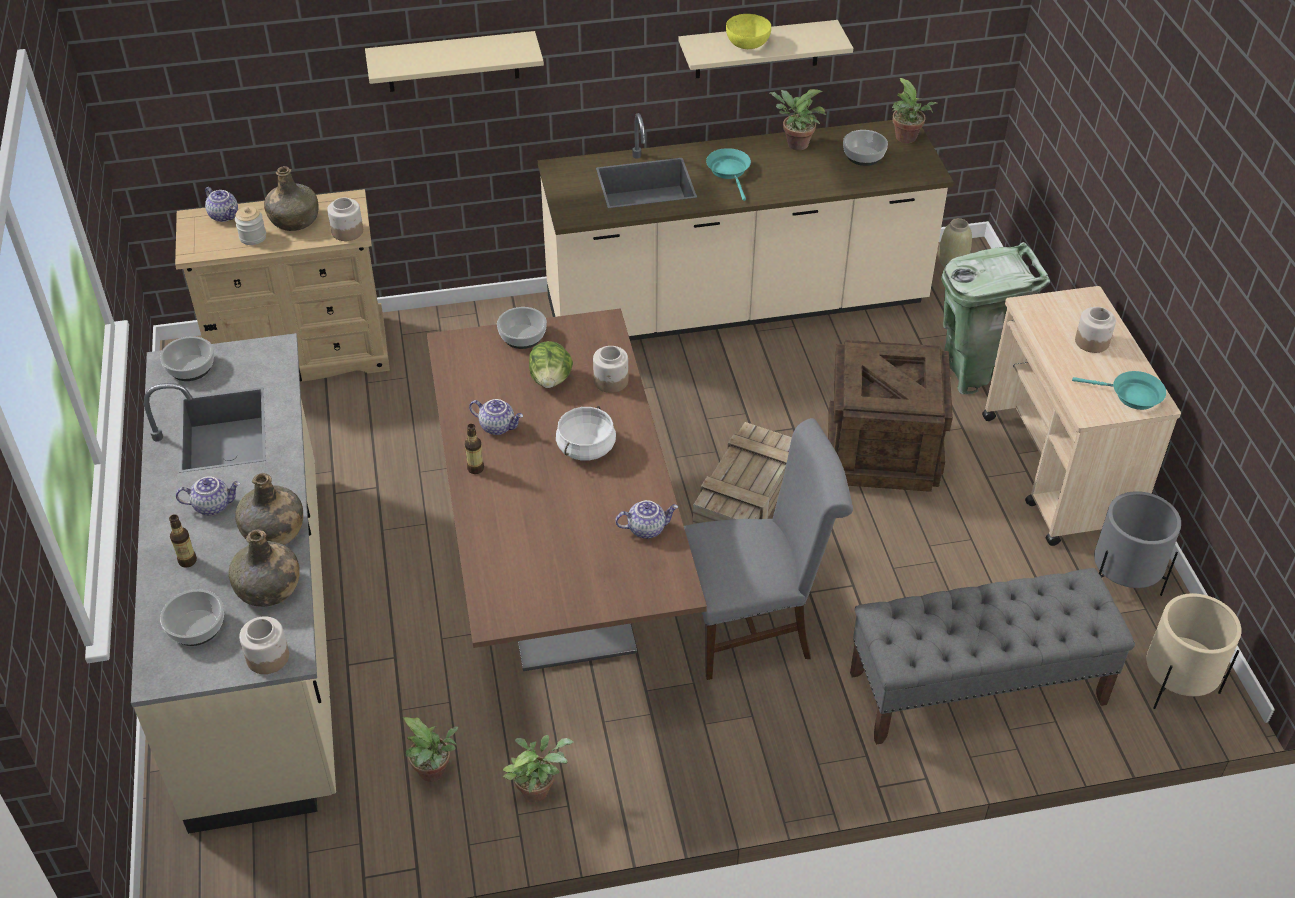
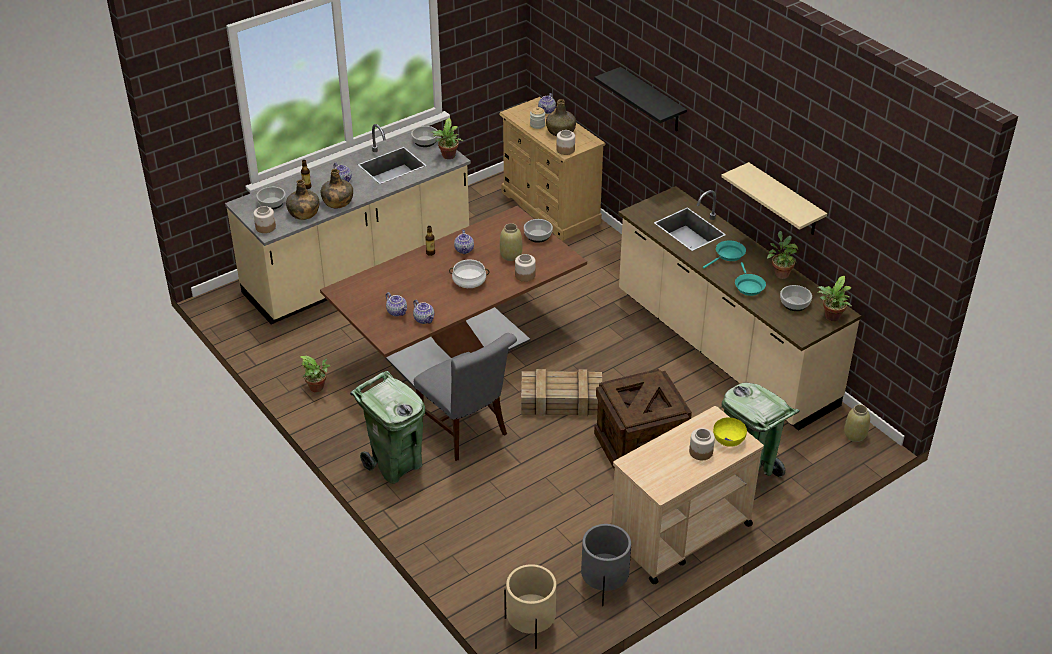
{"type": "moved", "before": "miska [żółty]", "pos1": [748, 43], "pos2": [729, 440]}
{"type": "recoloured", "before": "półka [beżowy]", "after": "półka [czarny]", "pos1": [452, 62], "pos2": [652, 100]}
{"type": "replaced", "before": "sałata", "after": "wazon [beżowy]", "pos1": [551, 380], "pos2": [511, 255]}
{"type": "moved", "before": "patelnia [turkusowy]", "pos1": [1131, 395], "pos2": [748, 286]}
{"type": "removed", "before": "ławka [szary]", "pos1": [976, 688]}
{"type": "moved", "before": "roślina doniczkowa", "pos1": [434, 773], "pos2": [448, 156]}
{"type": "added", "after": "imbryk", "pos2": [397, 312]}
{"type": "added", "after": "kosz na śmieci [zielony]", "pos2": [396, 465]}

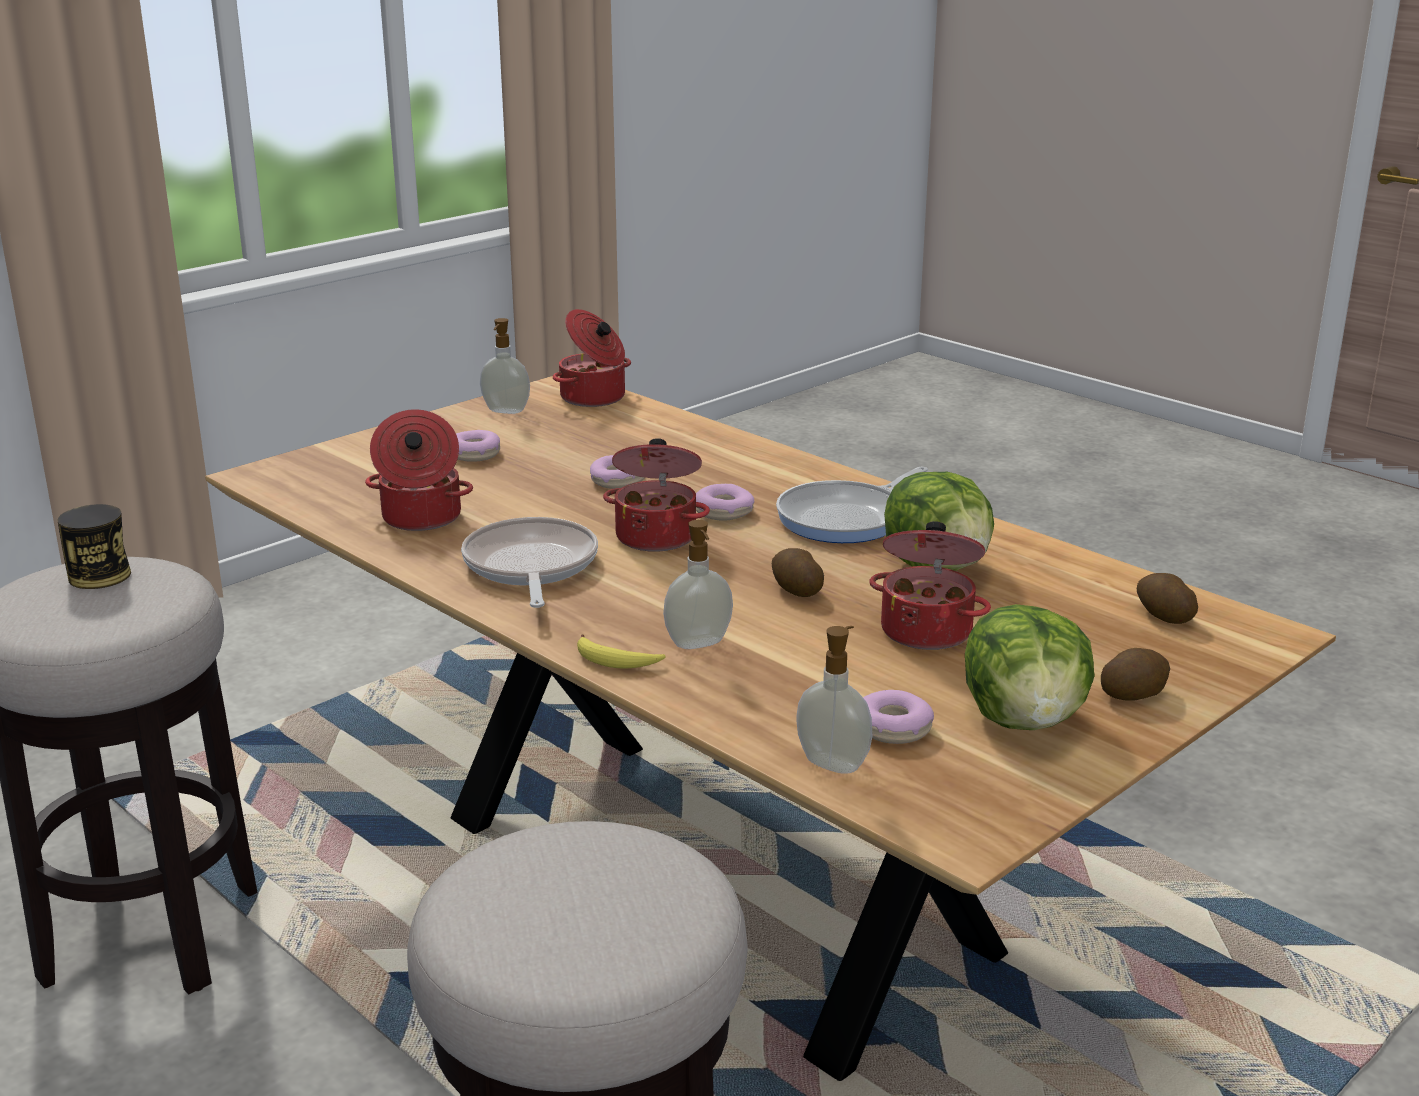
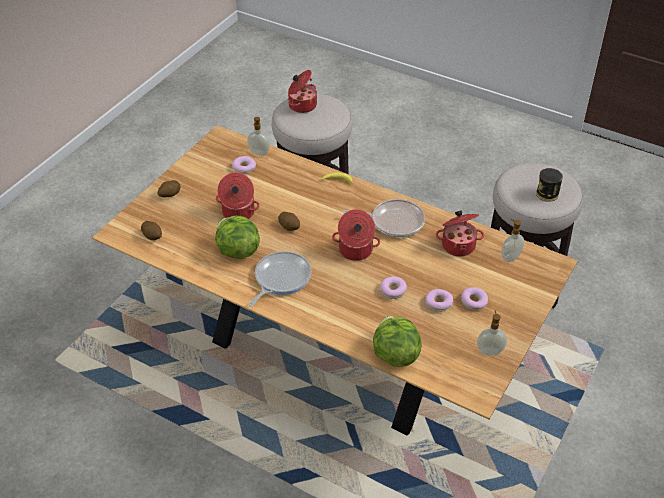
{"type": "moved", "before": "garnek", "pos1": [594, 398], "pos2": [302, 105]}
{"type": "moved", "before": "donut", "pos1": [724, 512], "pos2": [438, 303]}
{"type": "turned", "before": "patelnia", "pos1": [530, 567], "pos2": [393, 222], "turn": -60}
{"type": "moved", "before": "dozownik mydła", "pos1": [699, 644], "pos2": [510, 257]}
{"type": "moved", "before": "sałata", "pos1": [1025, 720], "pos2": [395, 355]}

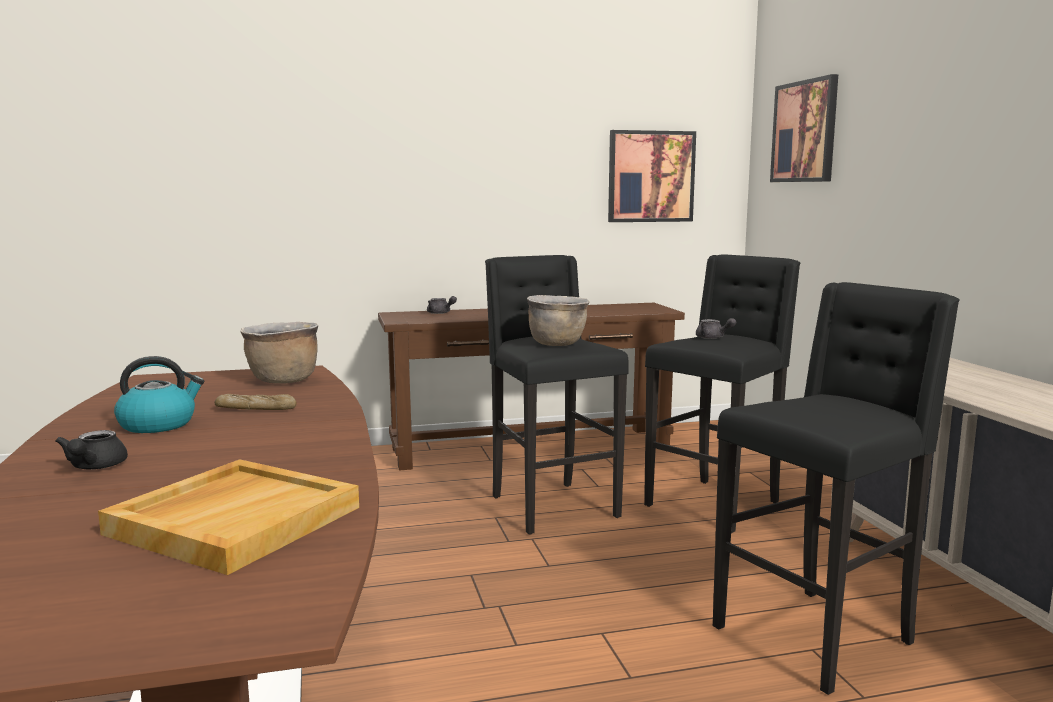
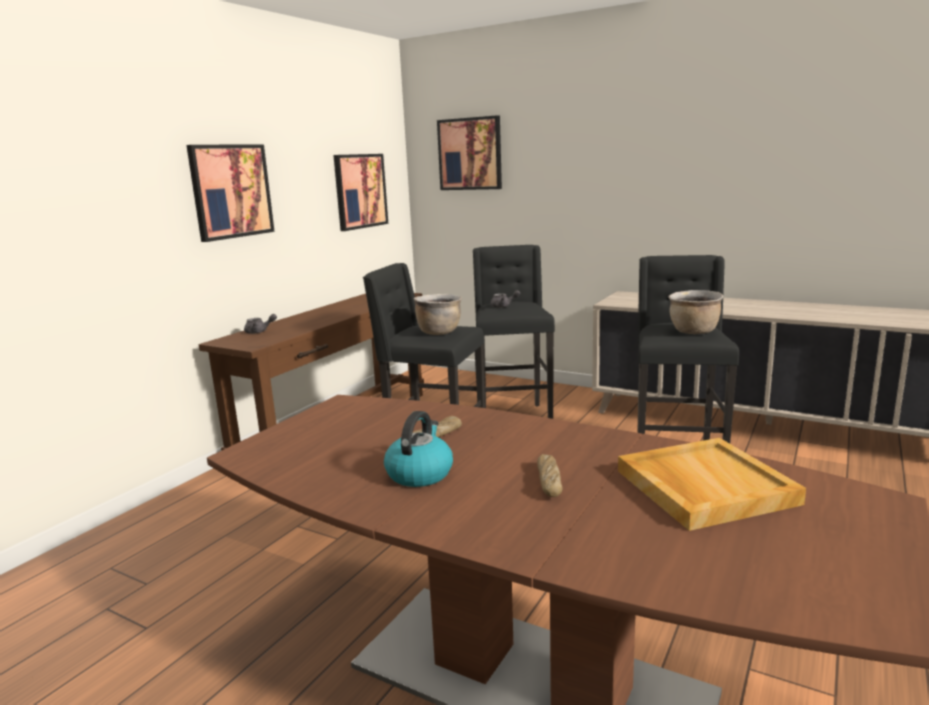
{"type": "moved", "before": "garnek [brązowy]", "pos1": [282, 380], "pos2": [693, 332]}
{"type": "removed", "before": "imbryk [czarny]", "pos1": [94, 467]}
{"type": "added", "after": "obraz", "pos2": [231, 191]}
{"type": "added", "after": "chleb", "pos2": [549, 481]}

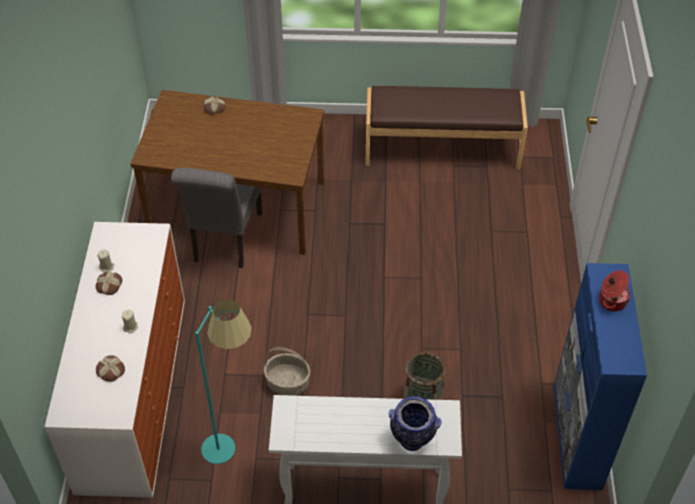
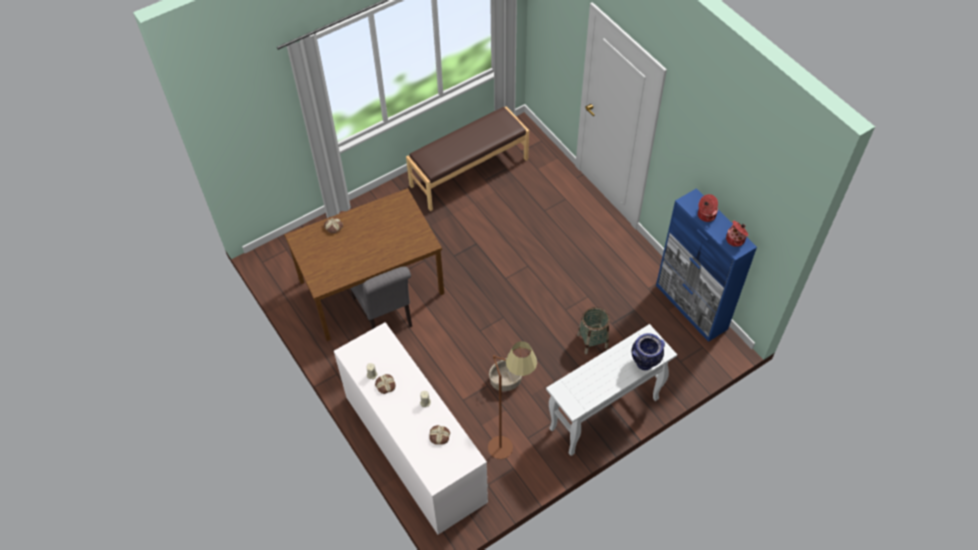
{"type": "recoloured", "before": "lampa stojąca [turkusowy]", "after": "lampa stojąca [brązowy]", "pos1": [234, 449], "pos2": [510, 441]}
{"type": "added", "after": "garnek", "pos2": [735, 239]}

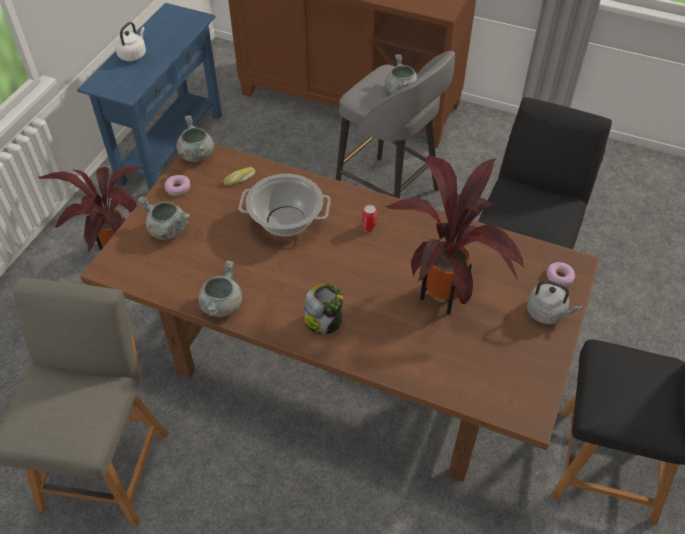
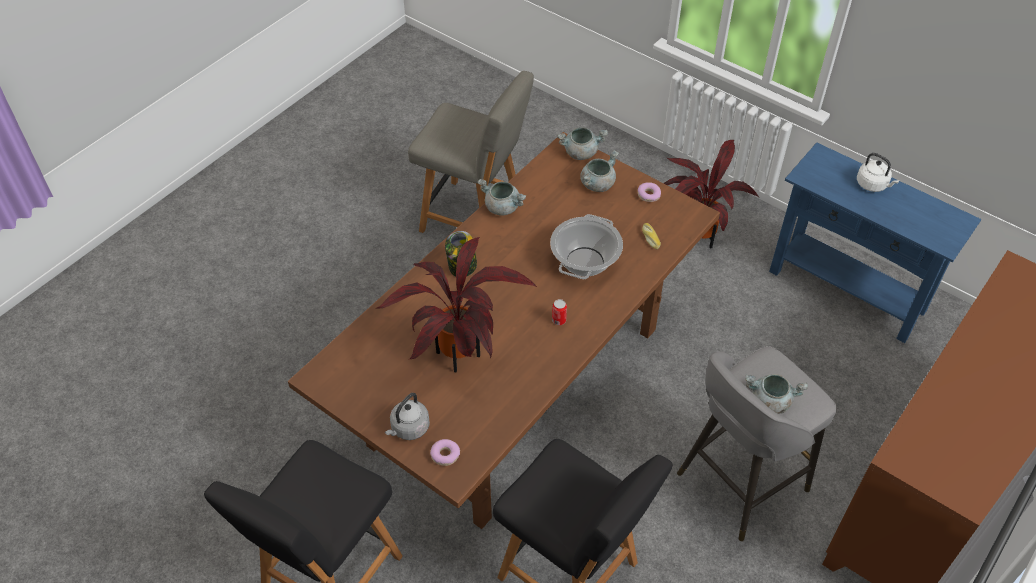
{"type": "moved", "before": "garnek [szary]", "pos1": [196, 154], "pos2": [581, 152]}

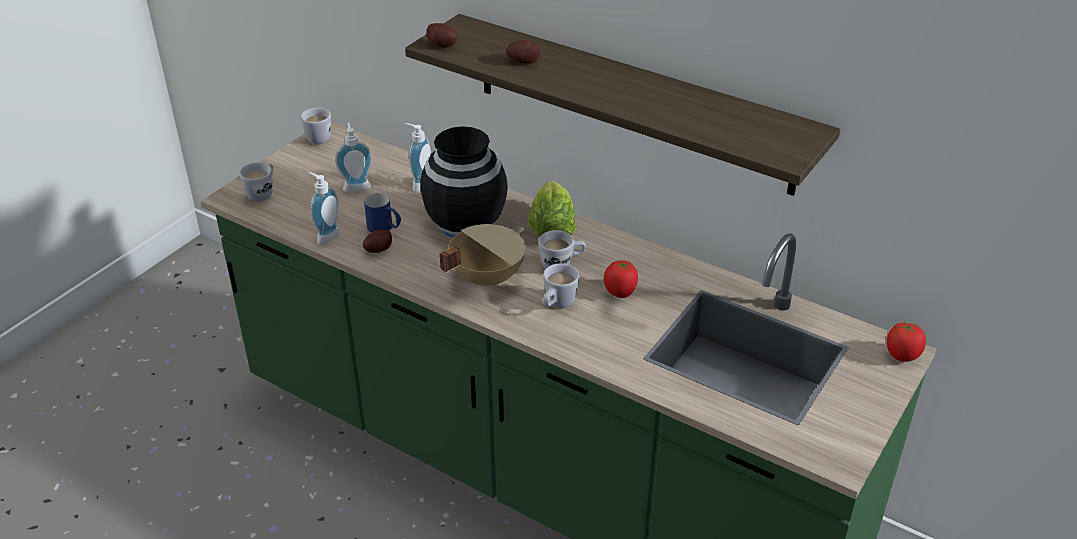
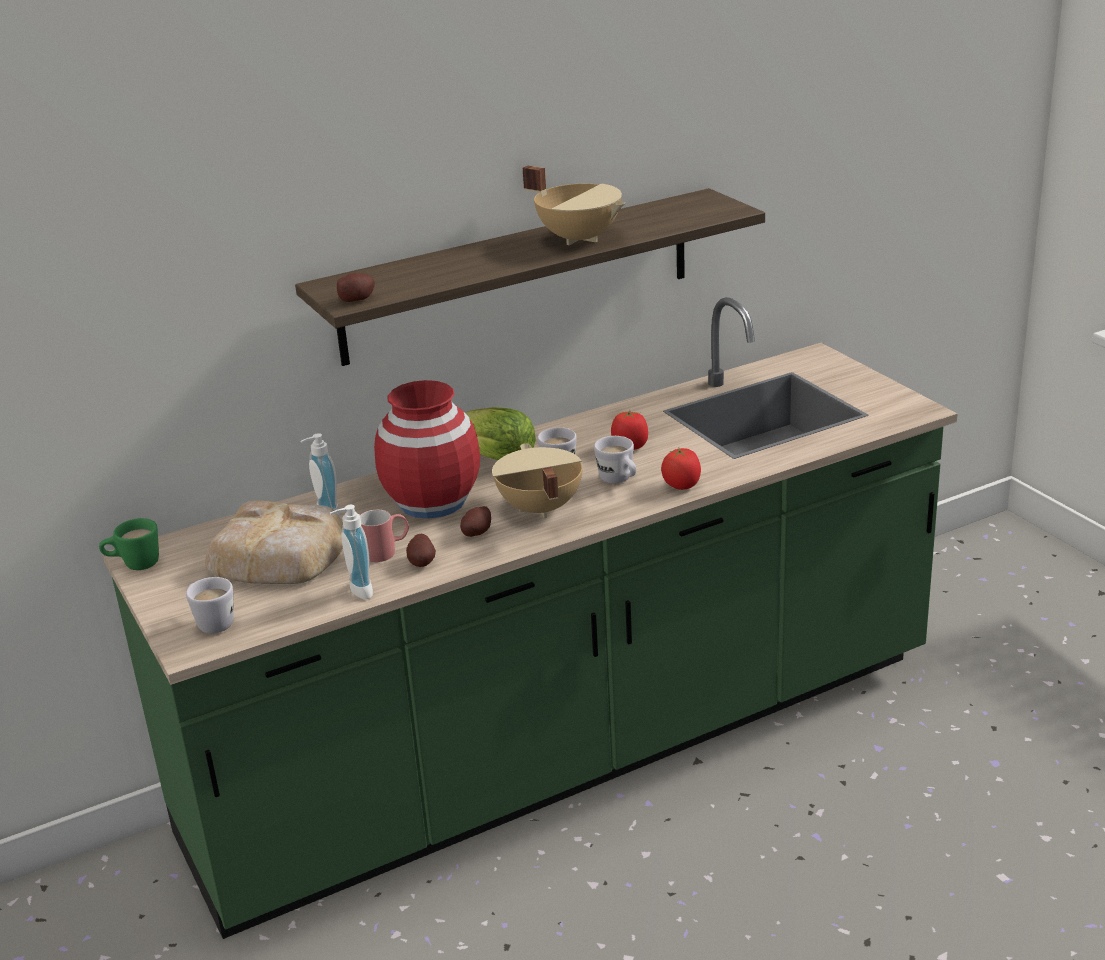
{"type": "moved", "before": "ziemniak", "pos1": [523, 61], "pos2": [476, 533]}
{"type": "recoloured", "before": "kubek [biały]", "after": "kubek [zielony]", "pos1": [316, 137], "pos2": [134, 564]}
{"type": "replaced", "before": "dozownik mydła", "after": "chleb", "pos1": [356, 186], "pos2": [279, 555]}
{"type": "recoloured", "before": "wazon [czarny]", "after": "wazon [czerwony]", "pos1": [465, 223], "pos2": [432, 502]}
{"type": "recoloured", "before": "kubek [niebieski]", "after": "kubek [czerwony]", "pos1": [385, 228], "pos2": [387, 551]}
{"type": "moved", "before": "pomidor", "pos1": [902, 355], "pos2": [682, 485]}
{"type": "added", "after": "garnek [beżowy]", "pos2": [580, 238]}

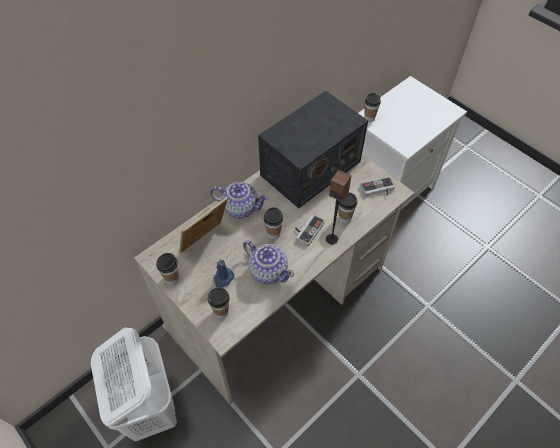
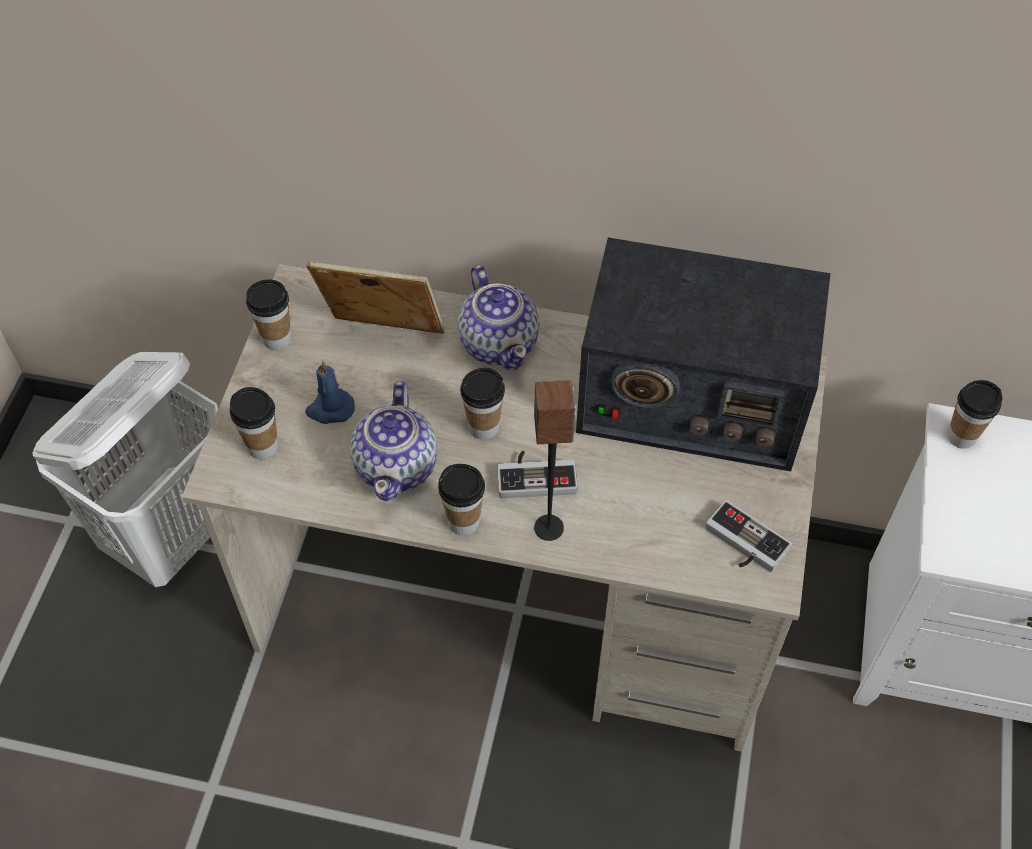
{"type": "moved", "before": "filiżanka", "pos1": [344, 218], "pos2": [463, 521]}

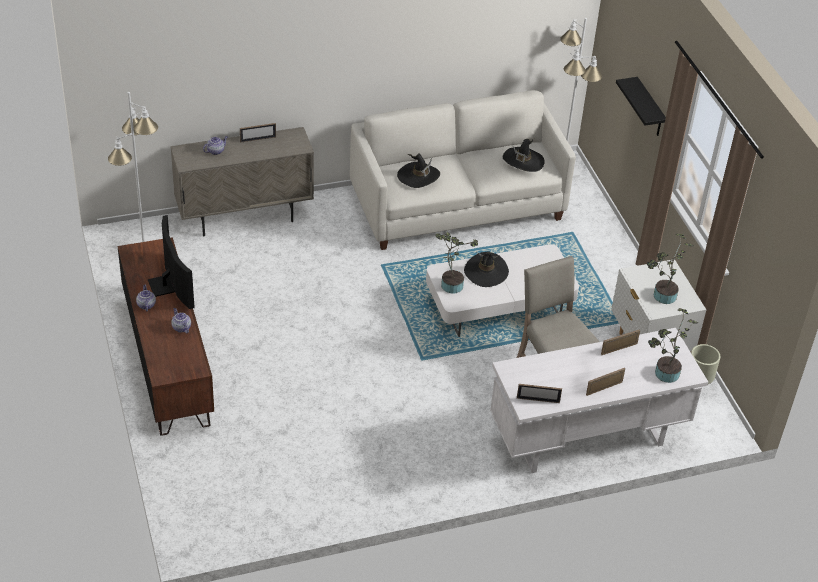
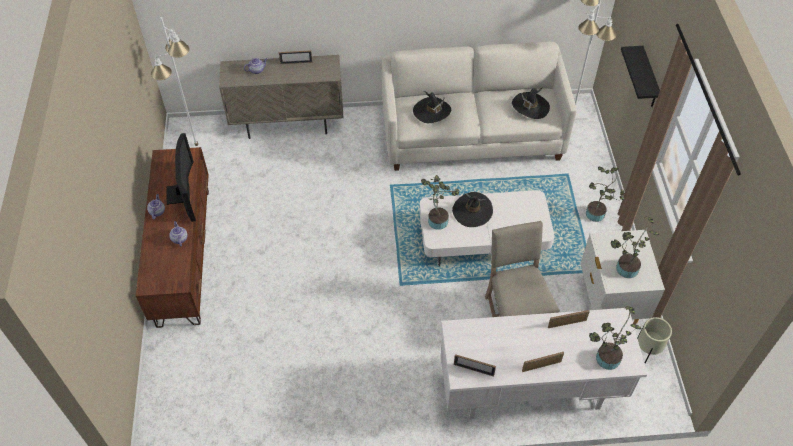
{"type": "added", "after": "roślina doniczkowa", "pos2": [597, 215]}

